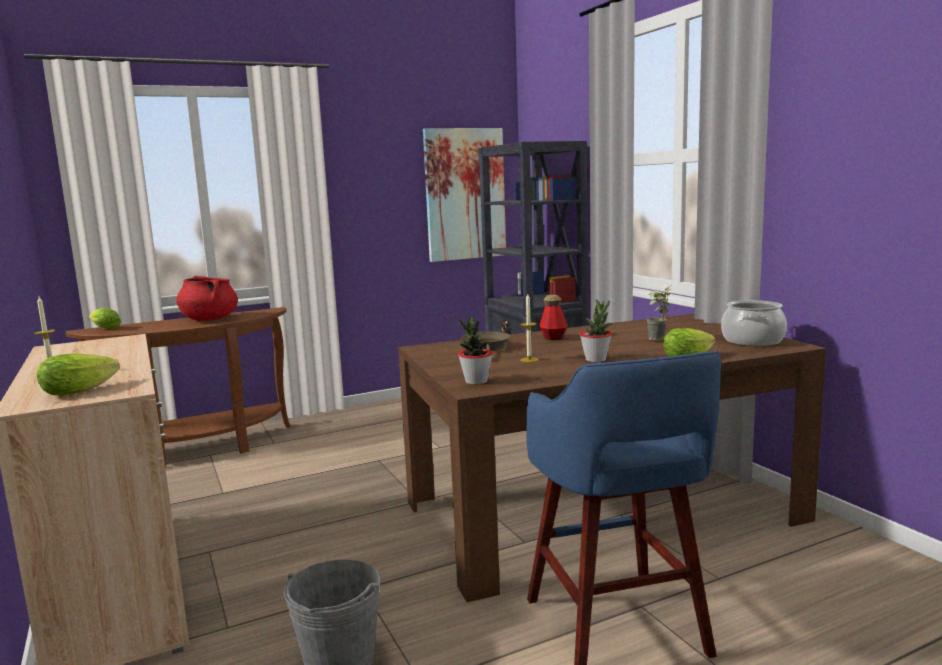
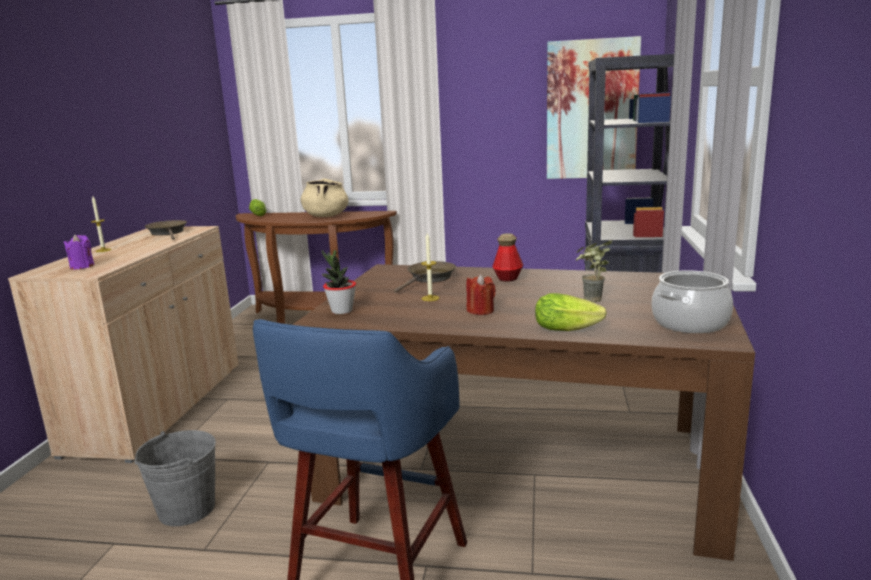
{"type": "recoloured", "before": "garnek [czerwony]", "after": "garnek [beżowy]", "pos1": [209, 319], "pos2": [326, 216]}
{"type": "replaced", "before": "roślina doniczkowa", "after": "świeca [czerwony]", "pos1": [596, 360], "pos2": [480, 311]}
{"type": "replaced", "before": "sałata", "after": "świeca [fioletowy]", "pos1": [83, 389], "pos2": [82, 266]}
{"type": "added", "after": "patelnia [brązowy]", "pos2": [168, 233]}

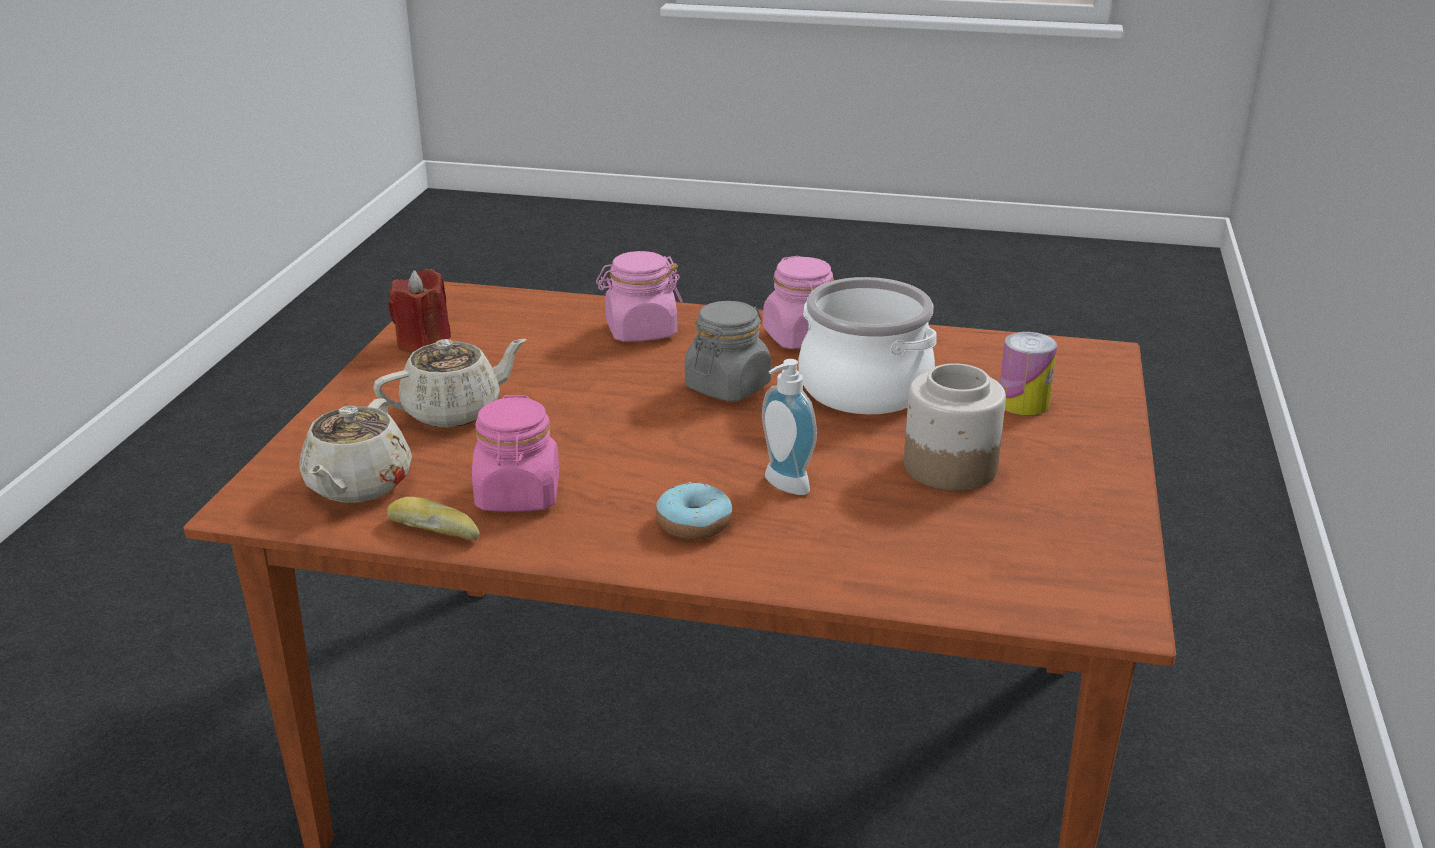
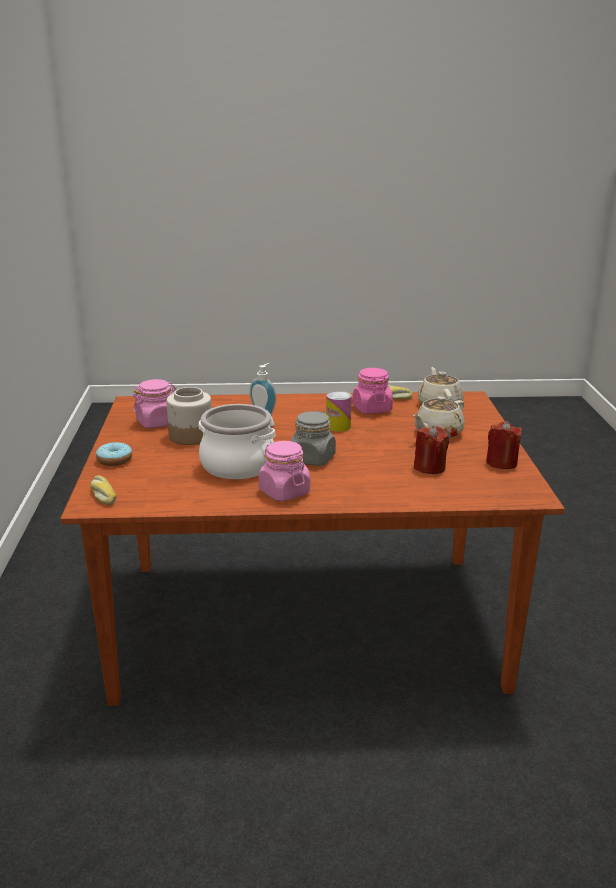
{"type": "moved", "before": "słoik [różowy]", "pos1": [640, 331], "pos2": [157, 422]}
{"type": "moved", "before": "puszka", "pos1": [1023, 403], "pos2": [338, 426]}
{"type": "moved", "before": "donut", "pos1": [694, 524], "pos2": [114, 460]}
{"type": "added", "after": "świeca [czerwony]", "pos2": [429, 467]}
{"type": "added", "after": "chleb", "pos2": [102, 495]}

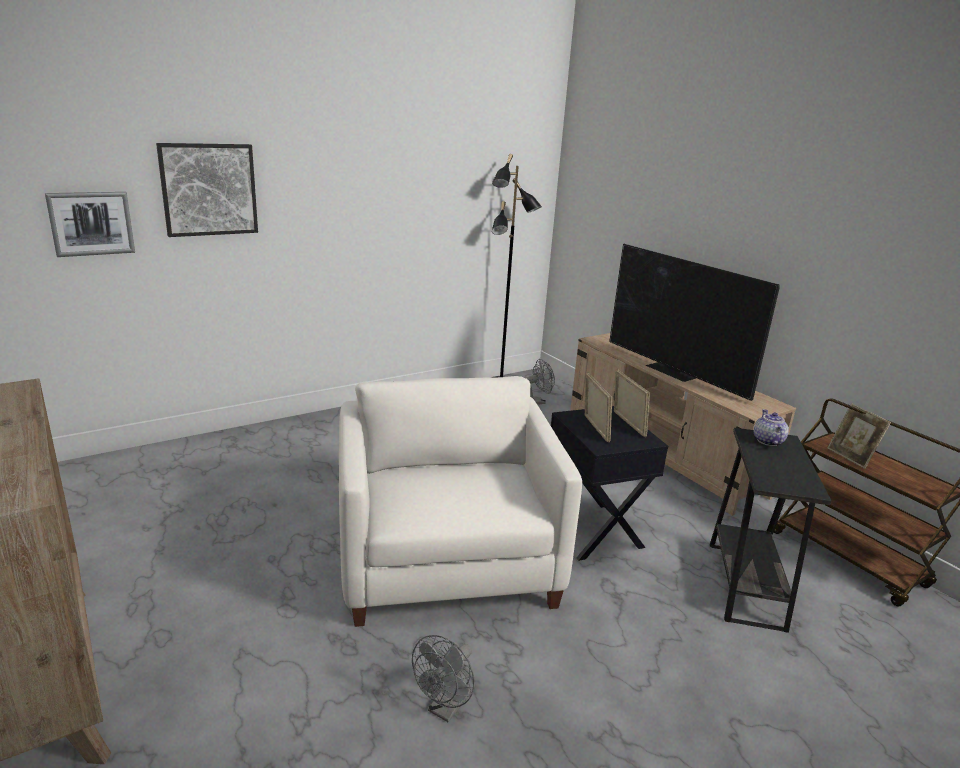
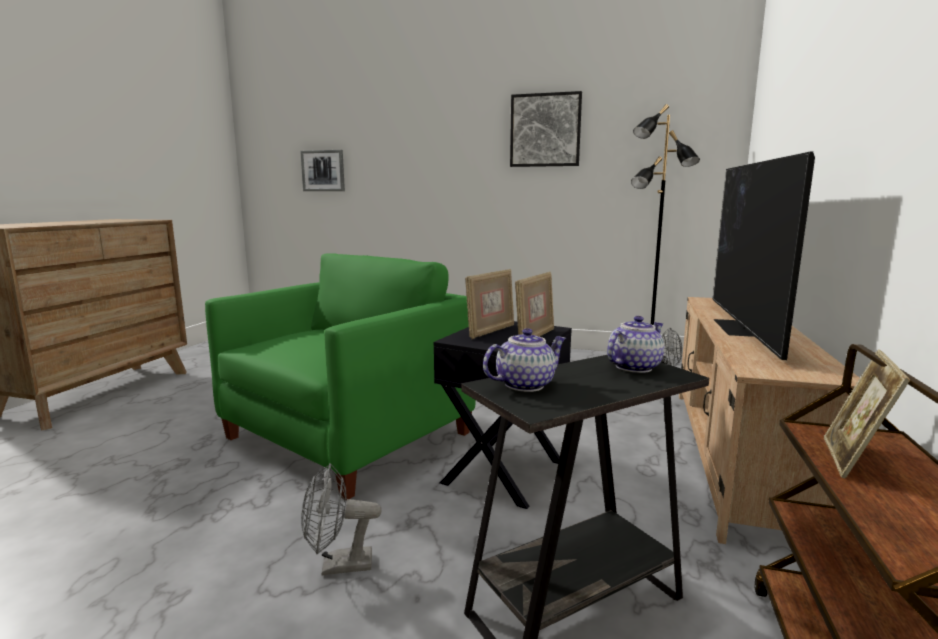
{"type": "moved", "before": "obraz", "pos1": [209, 189], "pos2": [545, 130]}
{"type": "recoloured", "before": "fotel [biały]", "after": "fotel [zielony]", "pos1": [446, 562], "pos2": [347, 435]}
{"type": "moved", "before": "wentylator [szary]", "pos1": [446, 708], "pos2": [338, 566]}
{"type": "added", "after": "imbryk", "pos2": [524, 384]}

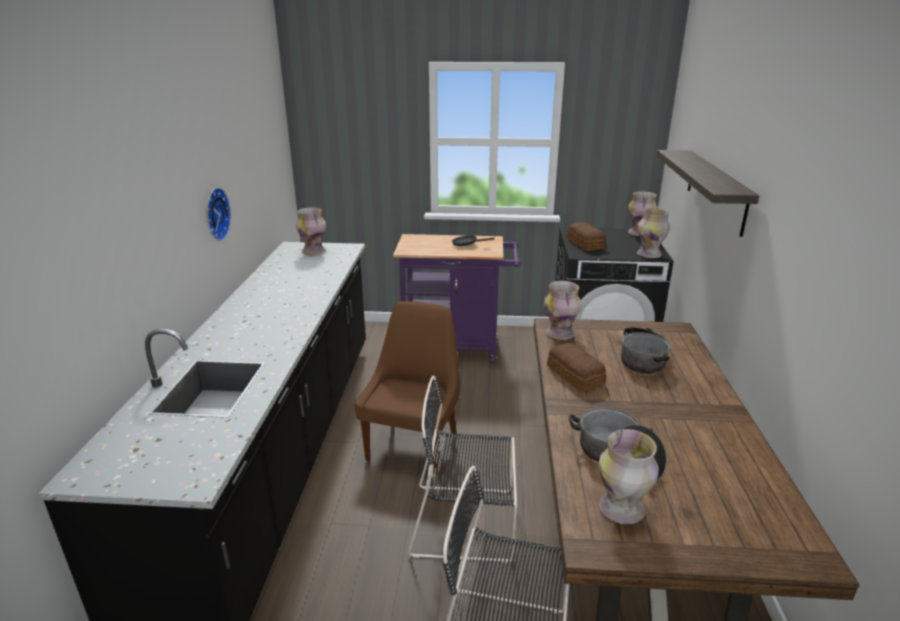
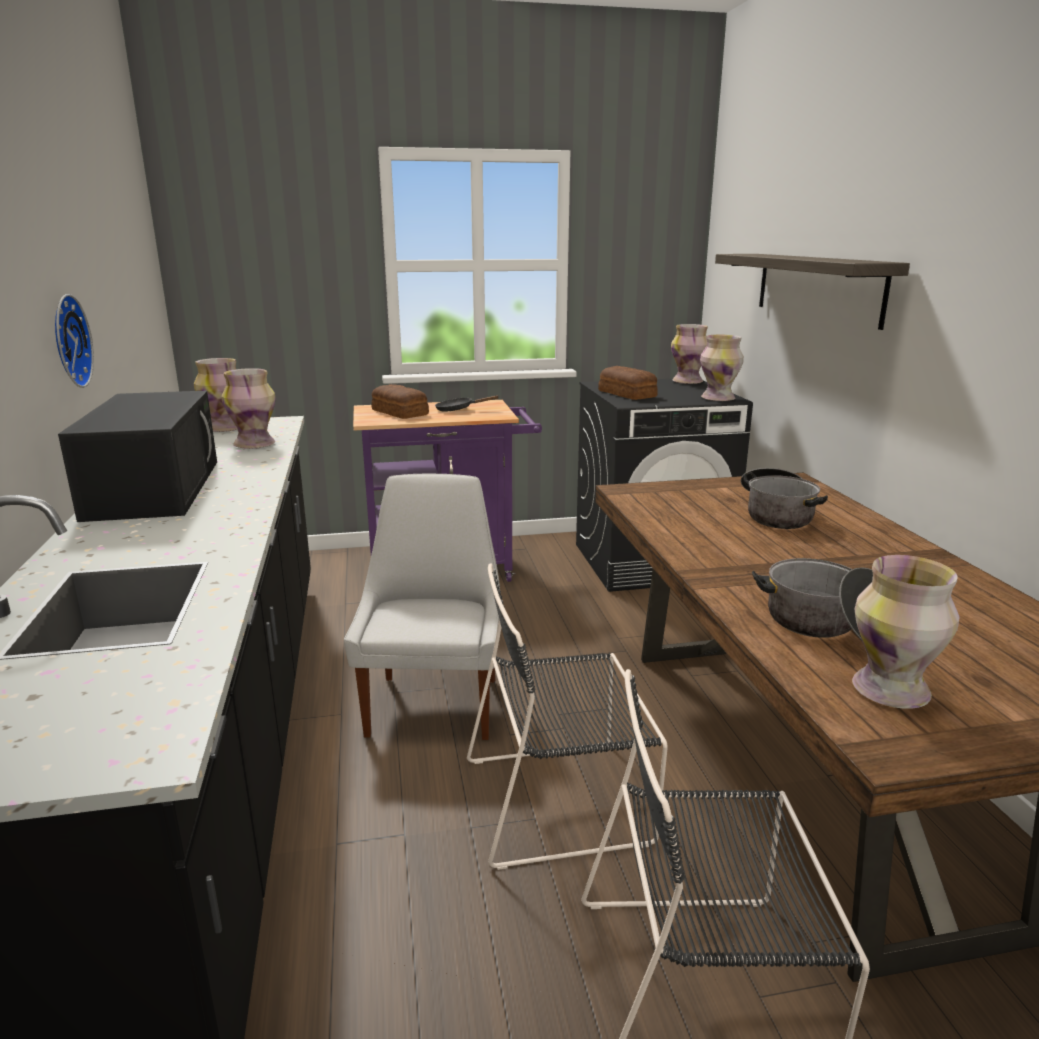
{"type": "moved", "before": "wazon", "pos1": [560, 334], "pos2": [255, 444]}
{"type": "recoloured", "before": "krzesło [brązowy]", "after": "krzesło [biały]", "pos1": [414, 444], "pos2": [434, 703]}
{"type": "moved", "before": "chleb", "pos1": [575, 376], "pos2": [399, 413]}
{"type": "added", "after": "mikrofalówka [czarny]", "pos2": [154, 487]}

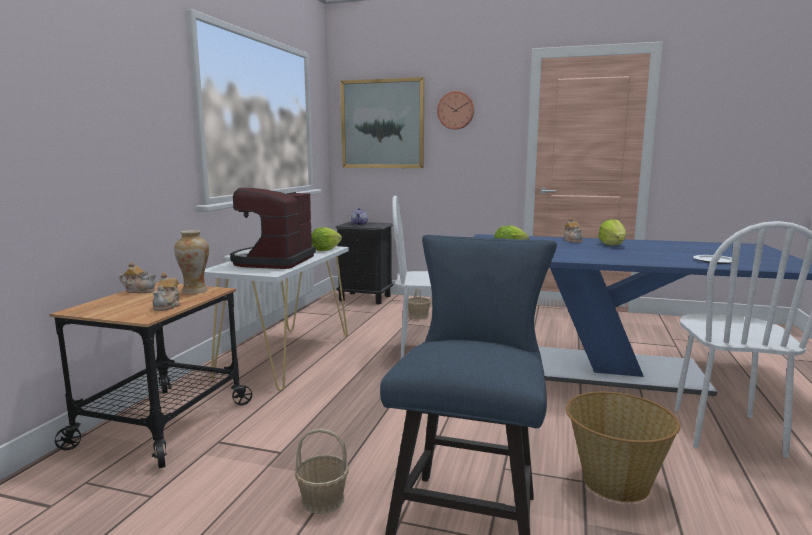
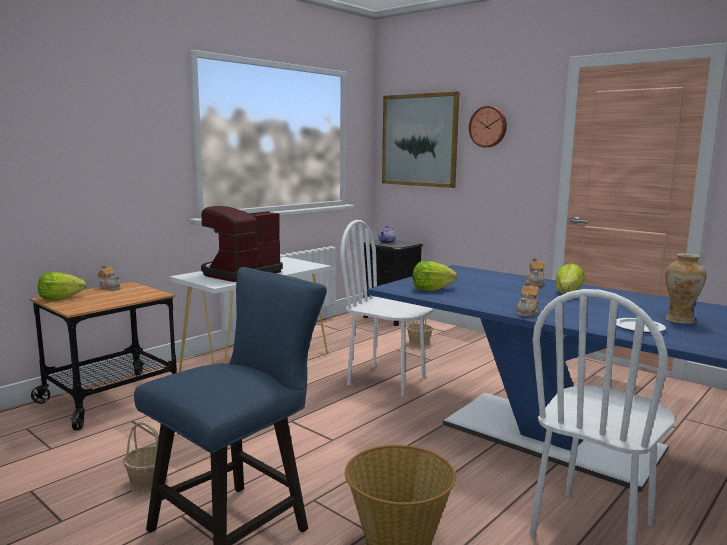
{"type": "moved", "before": "sałata", "pos1": [326, 249], "pos2": [60, 298]}
{"type": "moved", "before": "wazon", "pos1": [195, 291], "pos2": [680, 320]}
{"type": "moved", "before": "imbryk", "pos1": [168, 306], "pos2": [527, 313]}

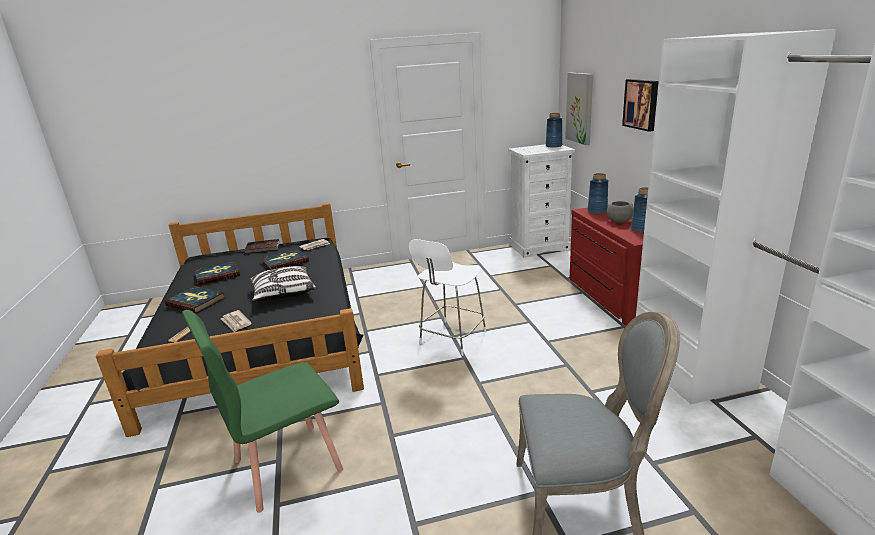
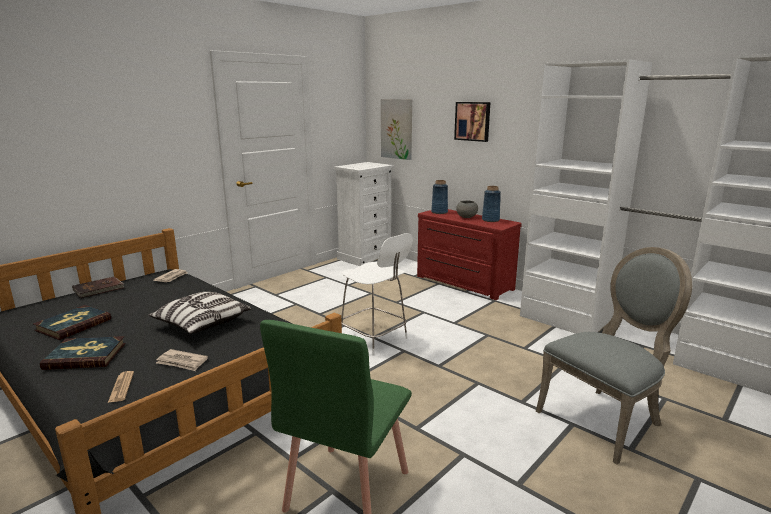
{"type": "removed", "before": "wazon [niebieski]", "pos1": [554, 146]}
{"type": "turned", "before": "krzesło [biały]", "pos1": [451, 339], "pos2": [375, 339], "turn": -45}
{"type": "removed", "before": "książka", "pos1": [285, 262]}

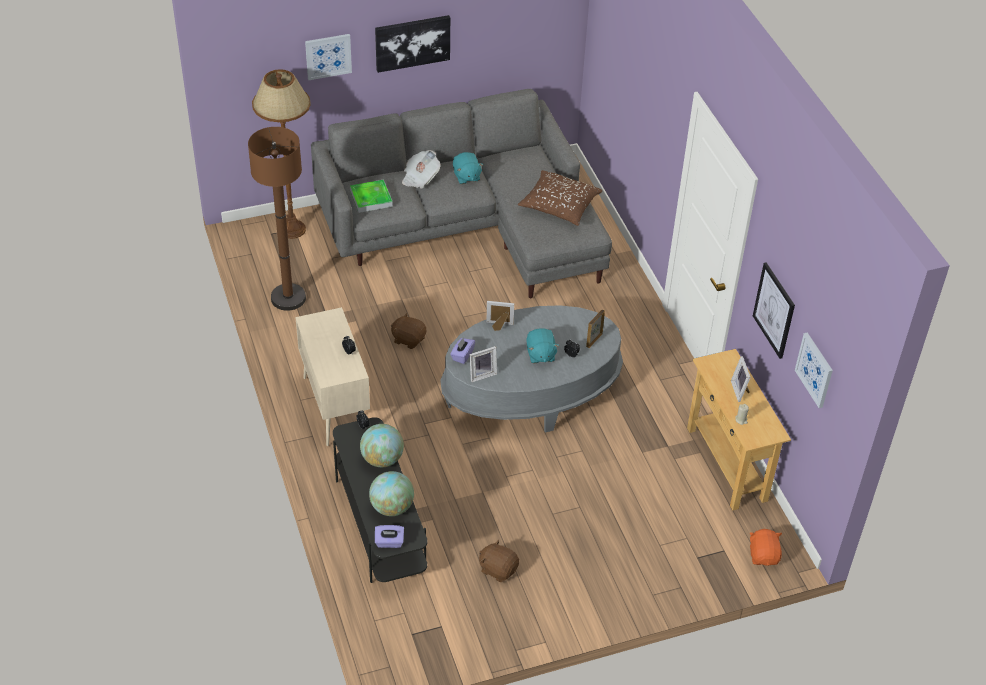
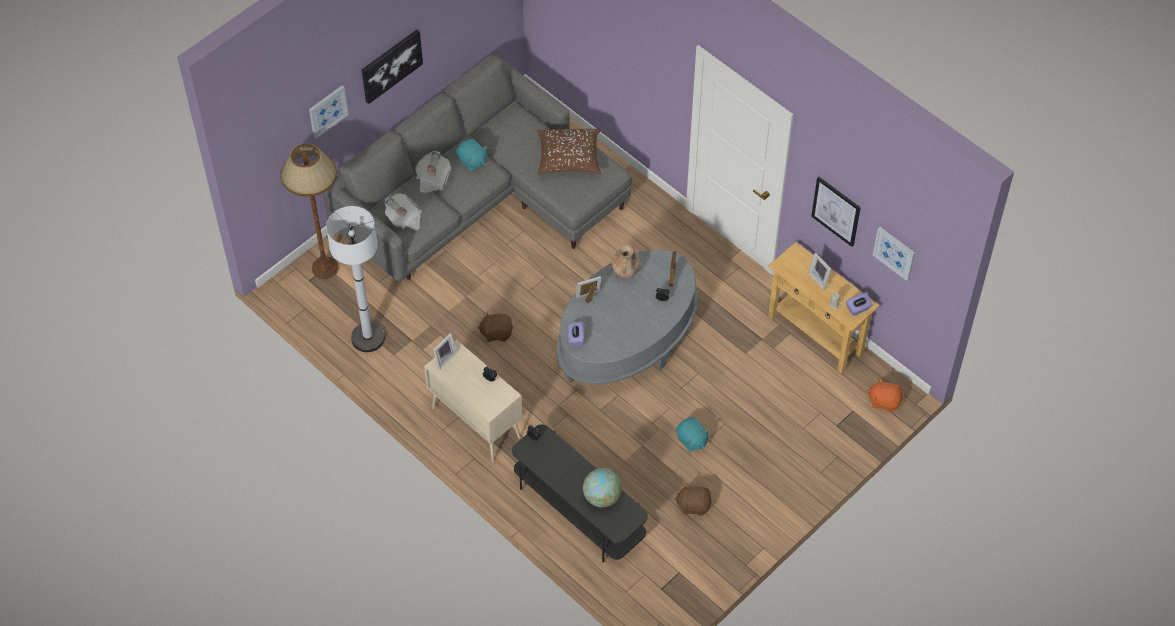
{"type": "recoloured", "before": "lampa stojąca [brązowy]", "after": "lampa stojąca [biały]", "pos1": [288, 298], "pos2": [368, 338]}
{"type": "replaced", "before": "taca", "after": "gazeta", "pos1": [371, 198], "pos2": [404, 218]}
{"type": "moved", "before": "pluszak [turkusowy]", "pos1": [540, 354], "pos2": [691, 440]}
{"type": "moved", "before": "ramka na zdjęcie", "pos1": [481, 374], "pos2": [444, 358]}
{"type": "removed", "before": "globus", "pos1": [382, 459]}
{"type": "moved", "before": "pudełko chusteczek [fioletowy]", "pos1": [389, 542], "pos2": [858, 309]}
{"type": "turned", "before": "pluszak [pomarańczowy]", "pos1": [763, 555], "pos2": [884, 401], "turn": -45}
{"type": "added", "after": "wazon [brązowy]", "pos2": [625, 271]}

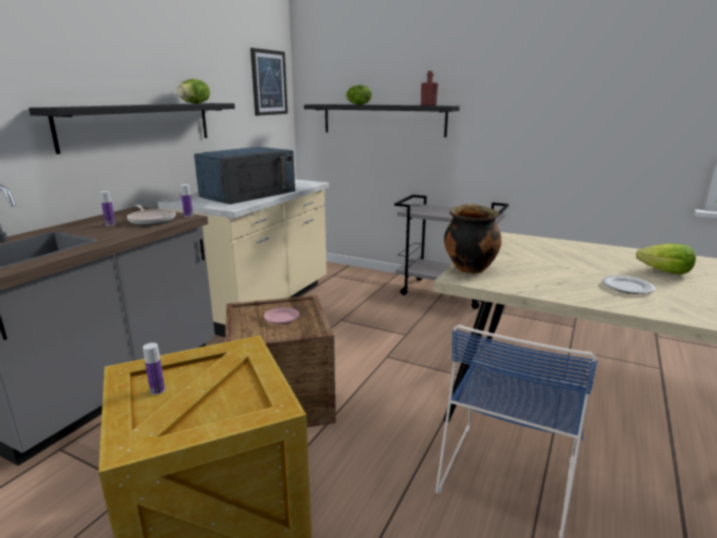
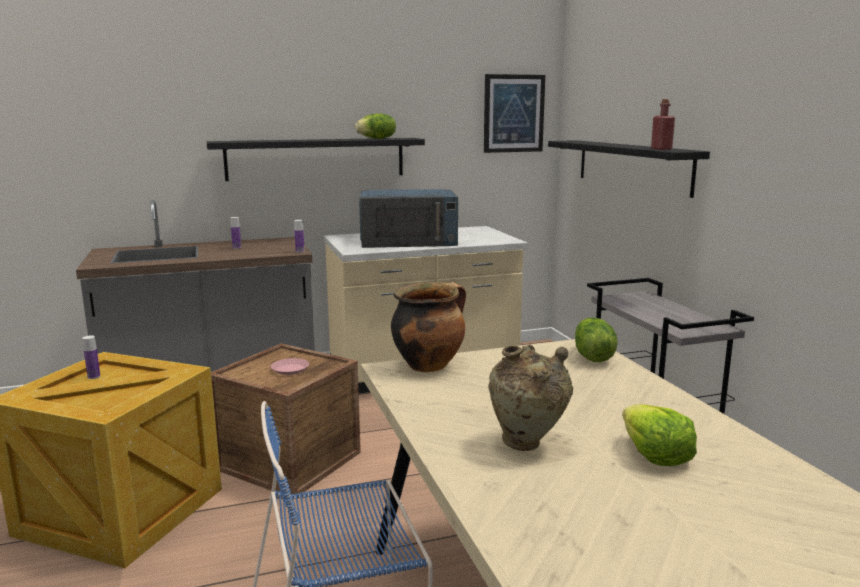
{"type": "moved", "before": "sałata", "pos1": [357, 104], "pos2": [592, 357]}
{"type": "removed", "before": "patelnia", "pos1": [151, 220]}
{"type": "replaced", "before": "talerz", "after": "wazon [beżowy]", "pos1": [626, 287], "pos2": [527, 445]}

